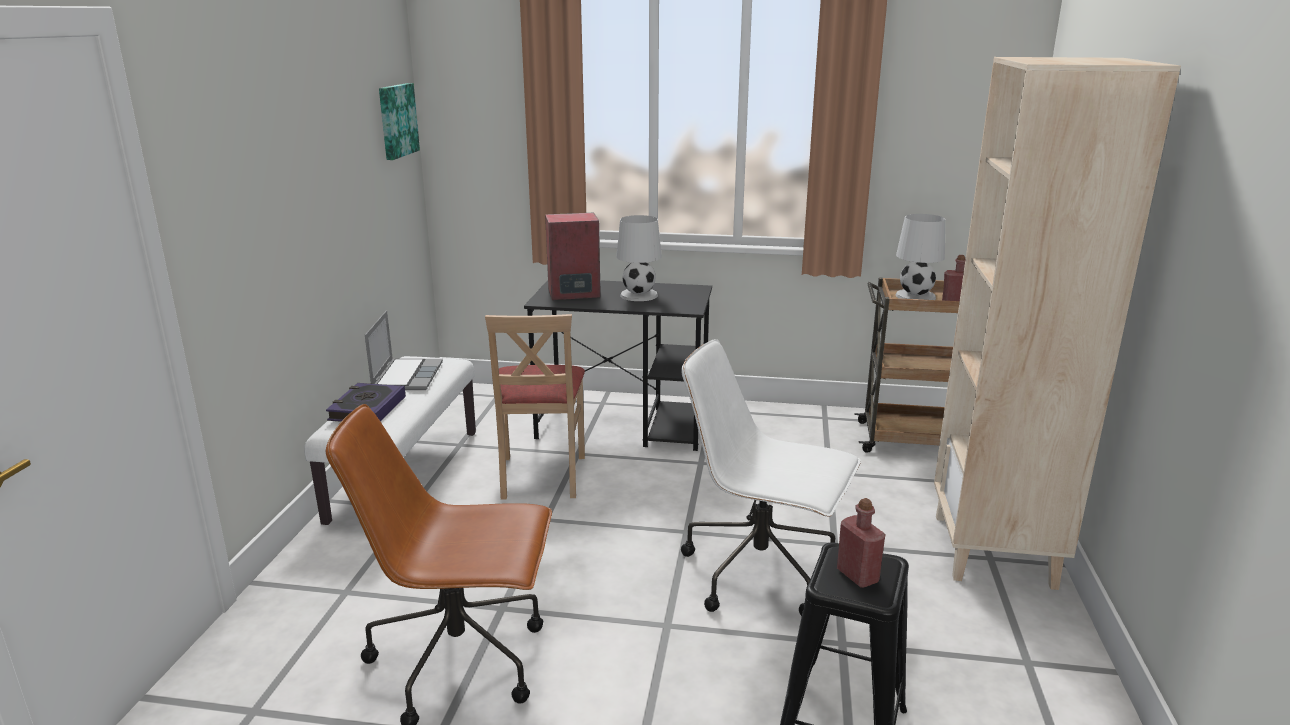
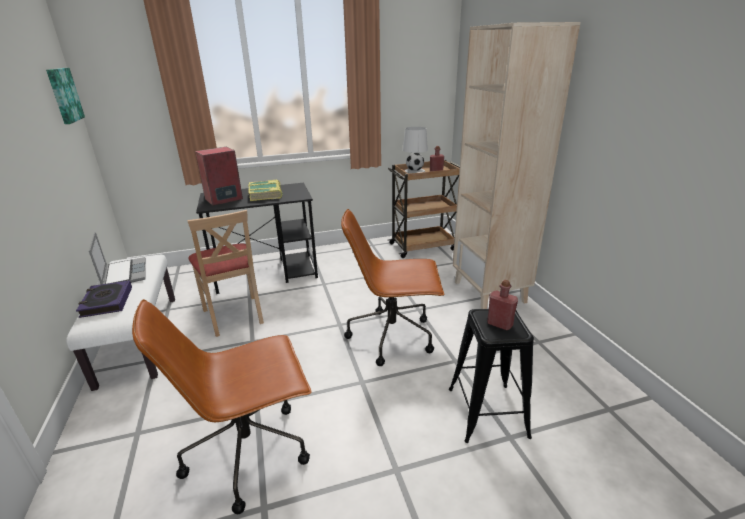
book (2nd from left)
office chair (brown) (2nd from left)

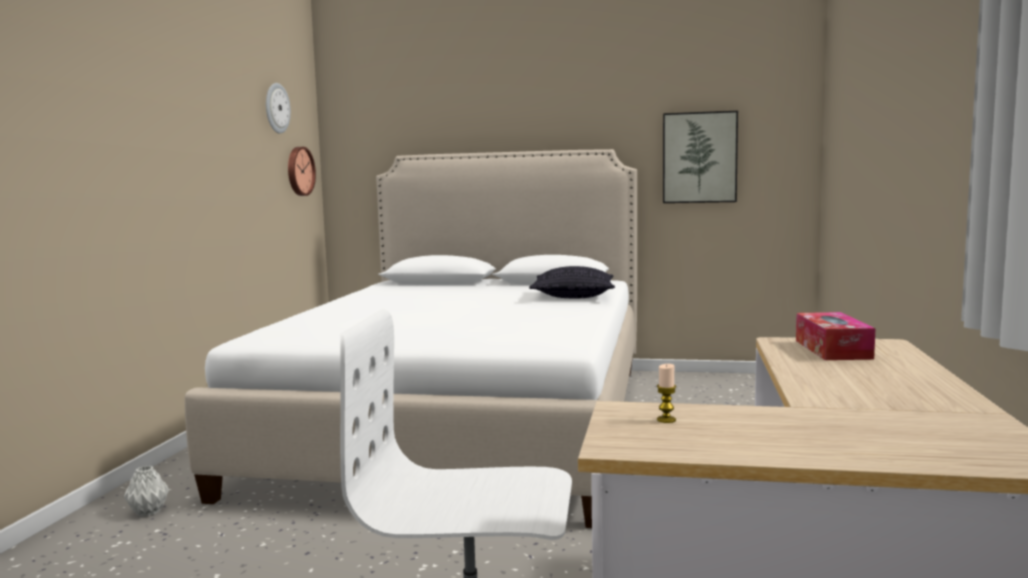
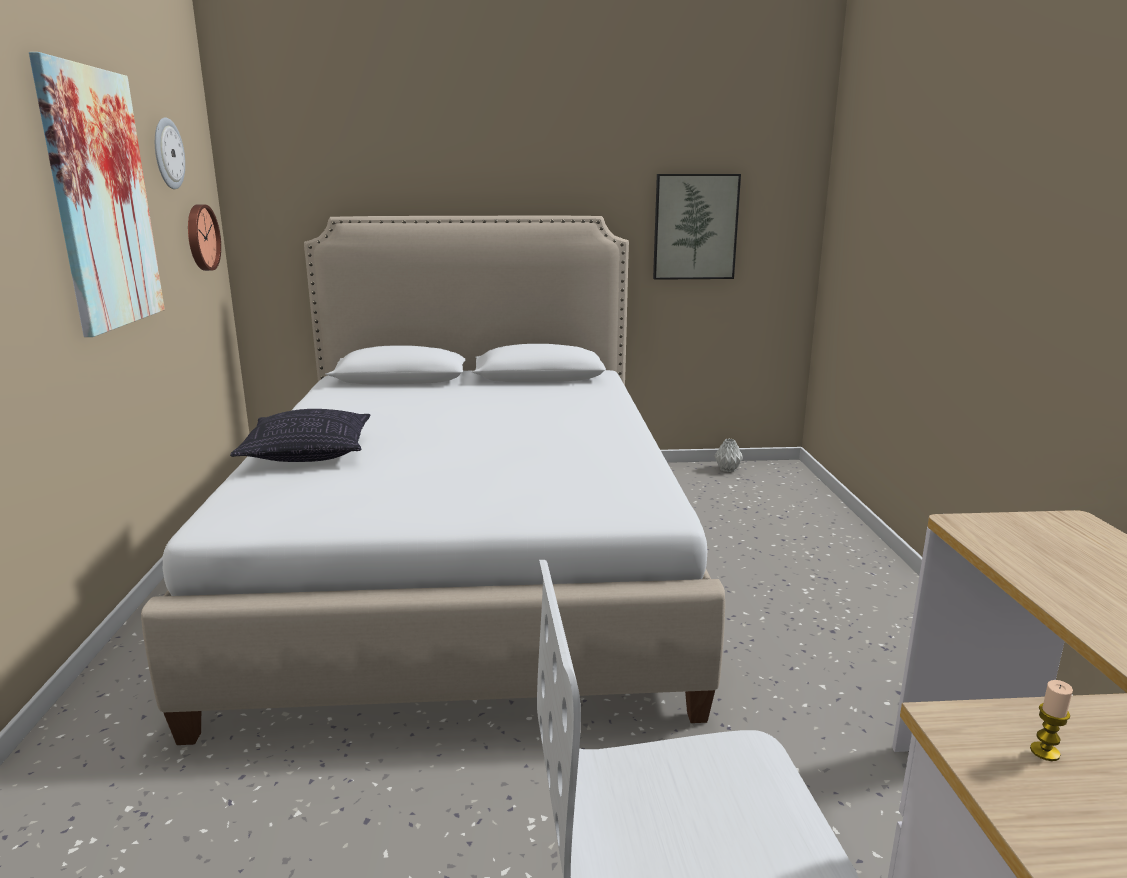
pillow
tissue box
vase (grey)
picture (1st from left)

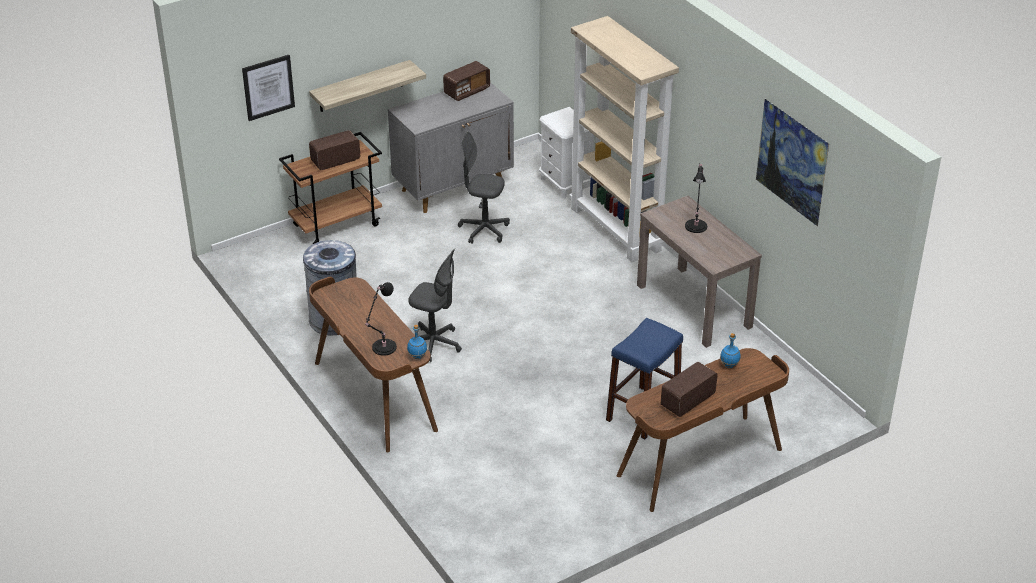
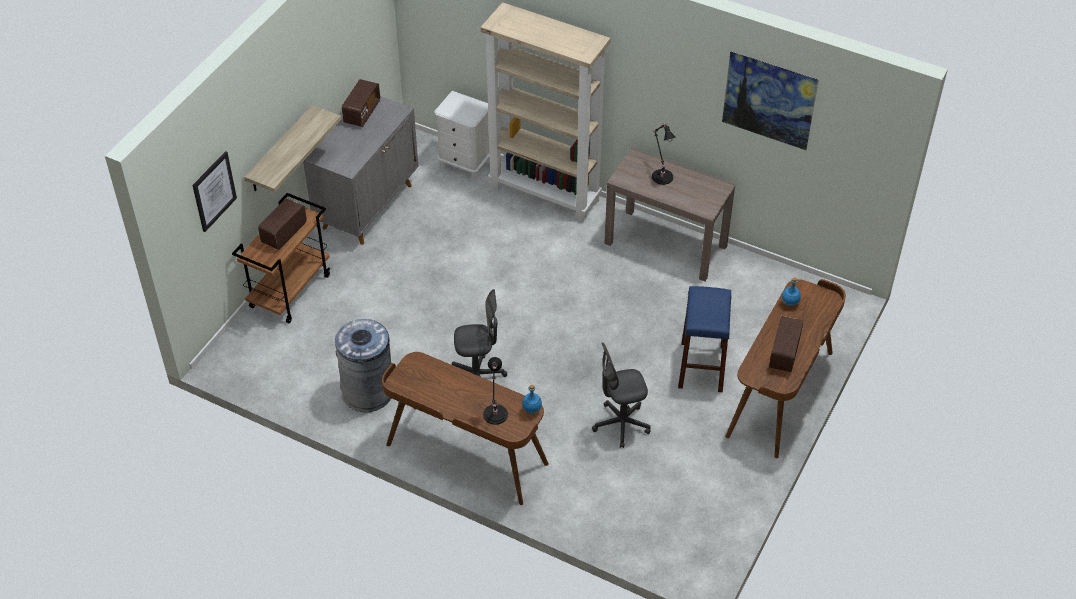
office chair (grey) (2nd from left)

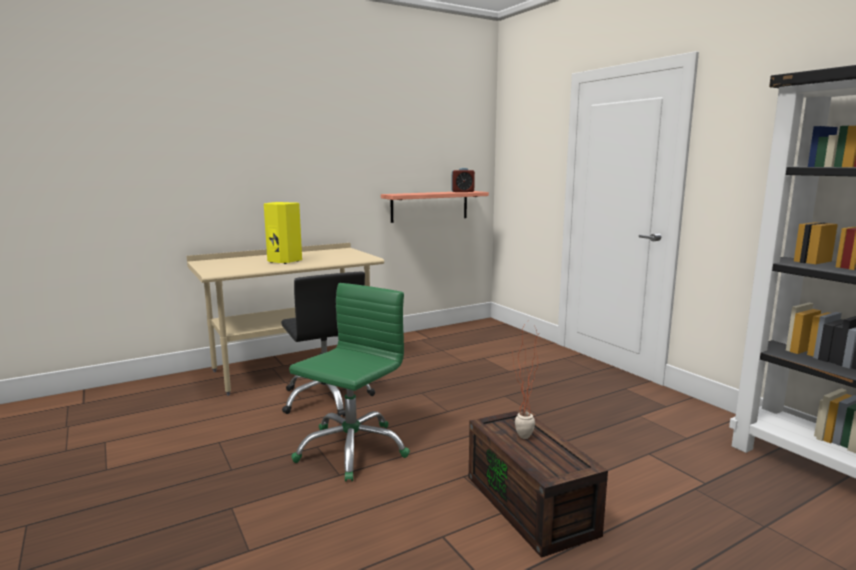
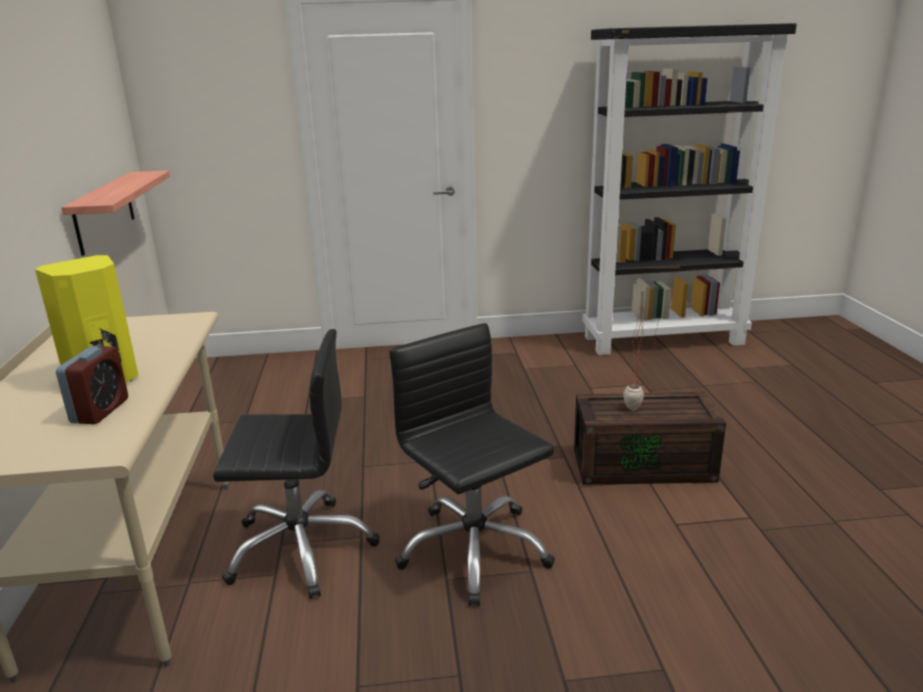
alarm clock
office chair (black) (2nd from left)

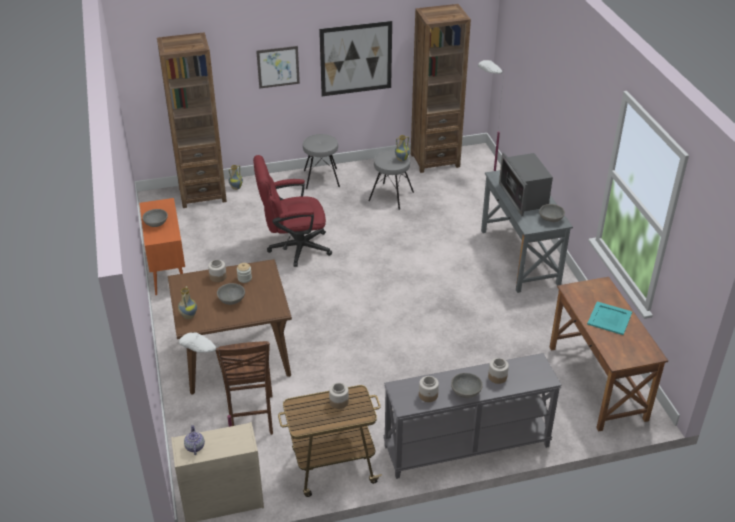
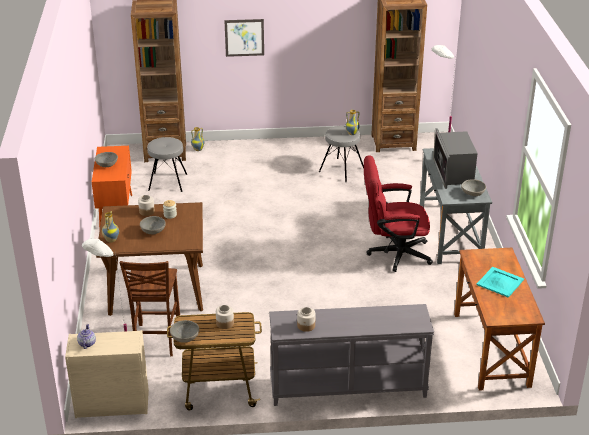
picture (2nd from left in the first image)
stool (grey) (1st from left)
office chair (red)
jar (5th from left in the first image)
bowl (grey) (3rd from left)

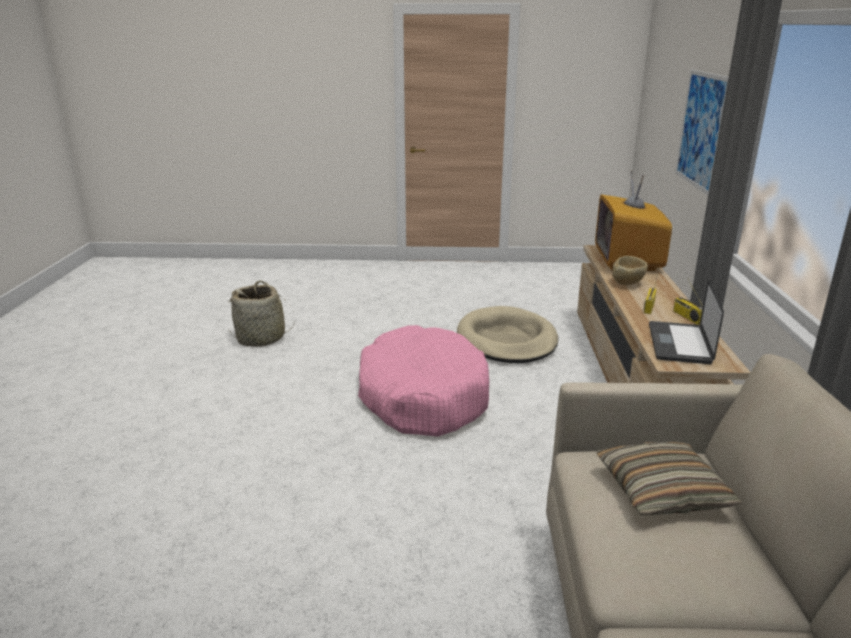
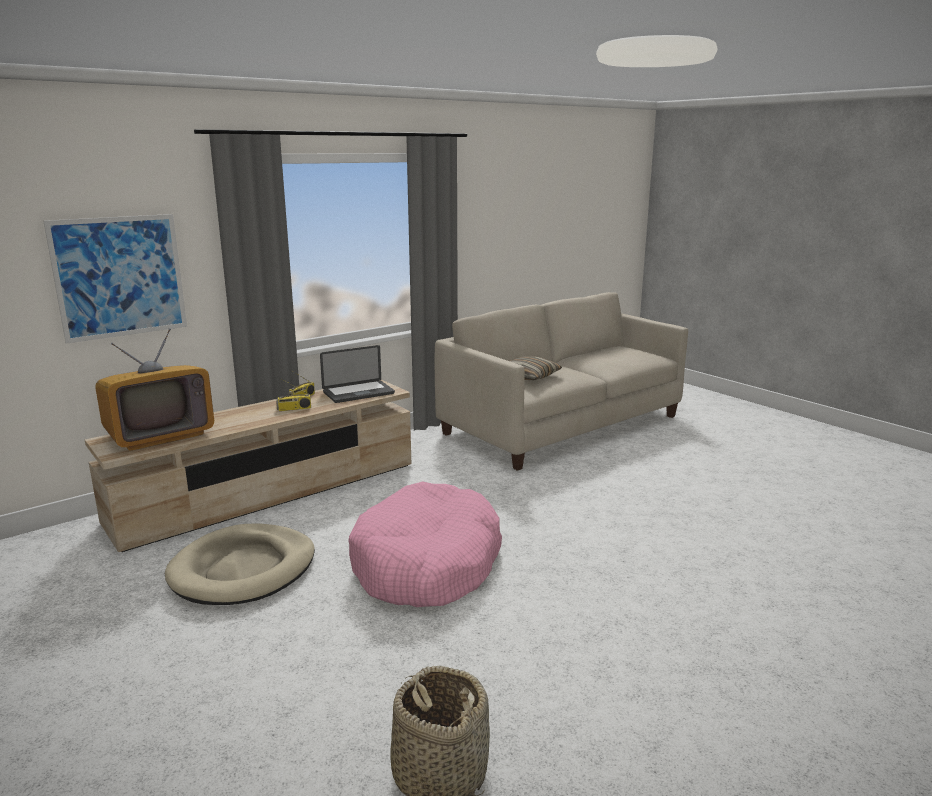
bowl (beige)

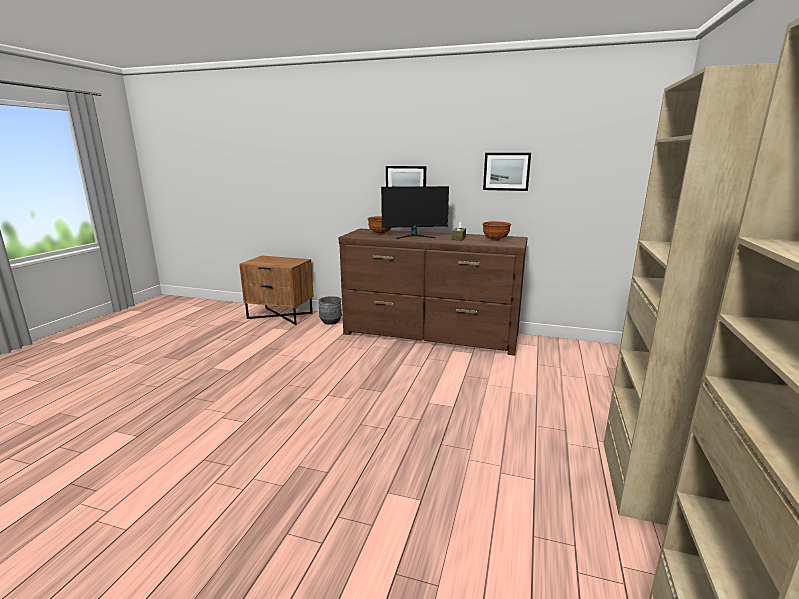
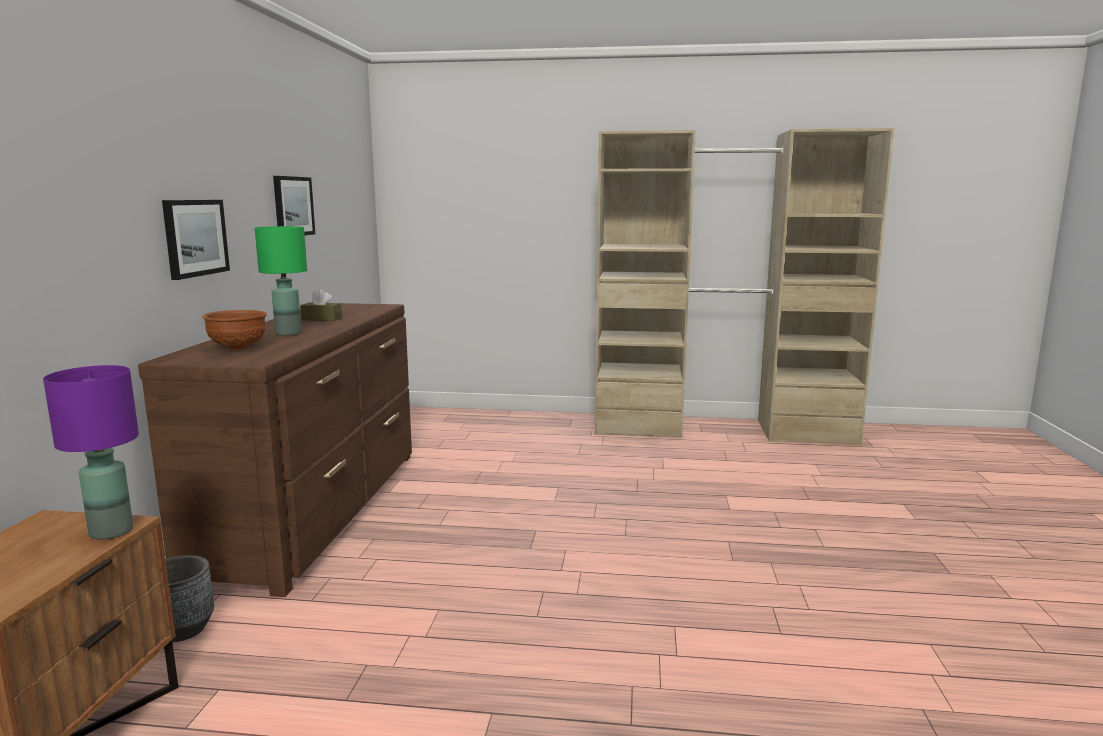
table lamp (green)
bowl (brown) (2nd from left in the first image)
table lamp (purple)

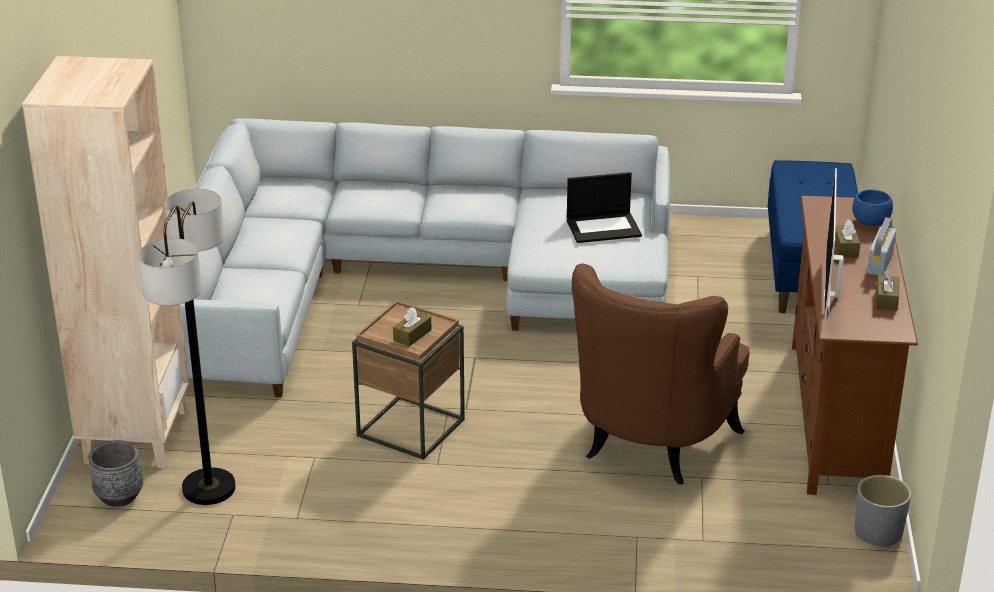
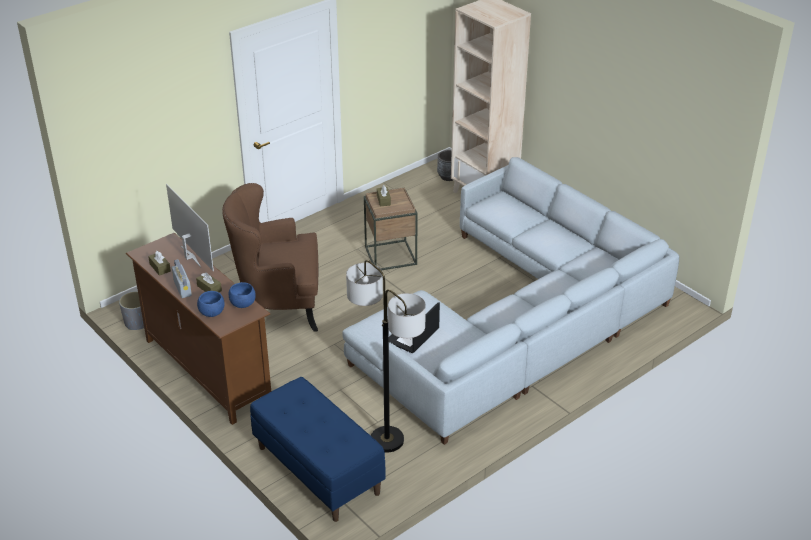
floor lamp
armchair (brown)
bowl (blue) (2nd from left)

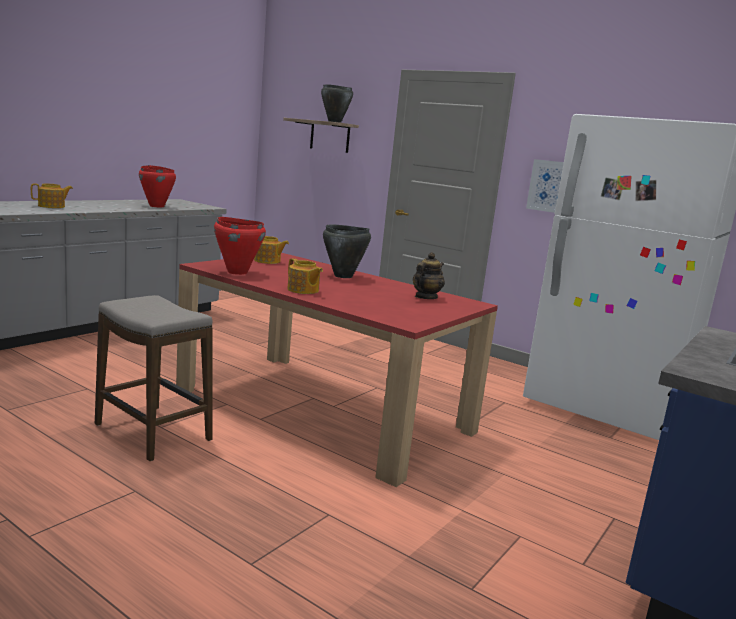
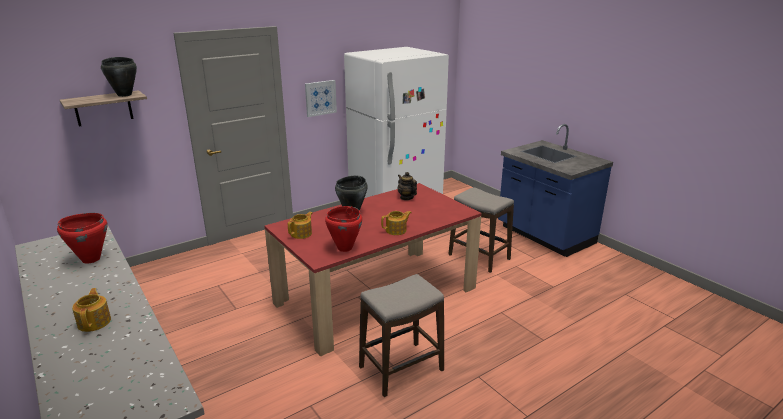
stool (2nd from left)

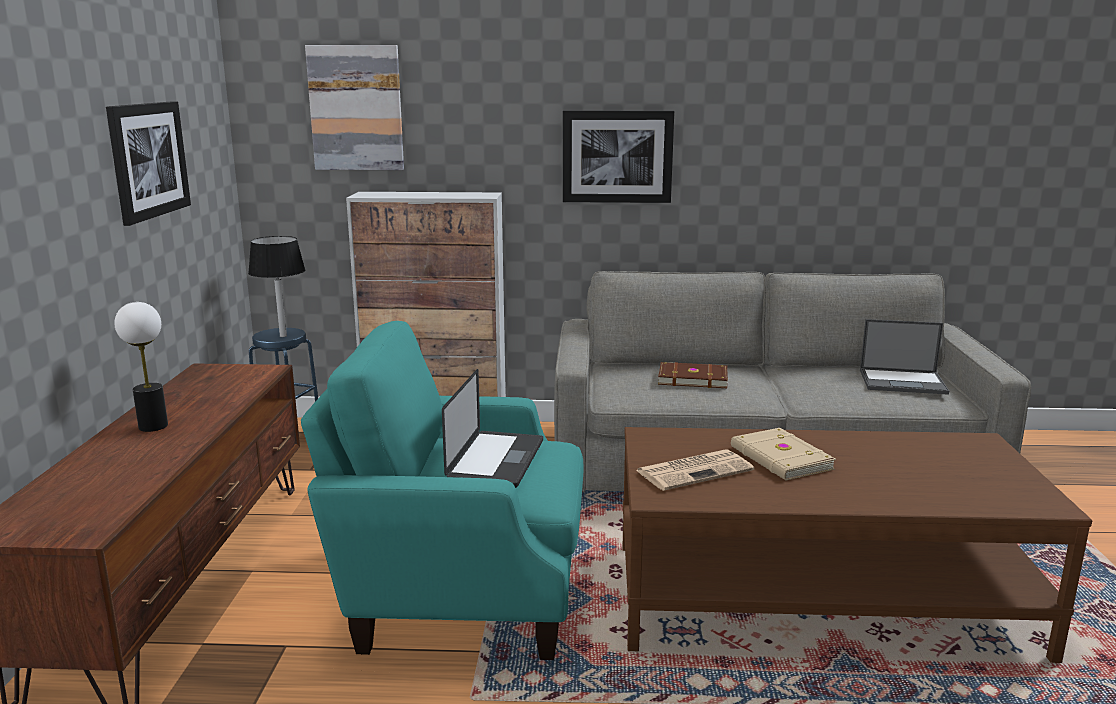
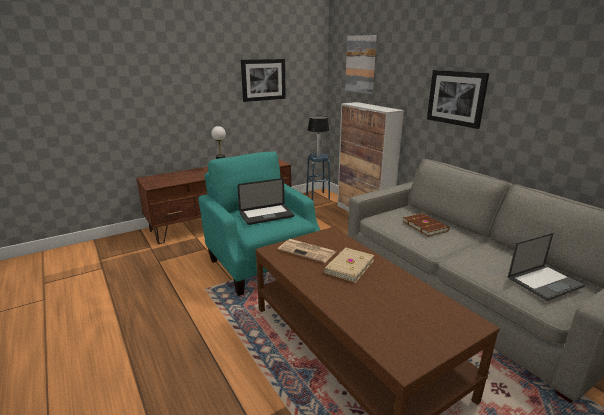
laptop (2nd from left)

